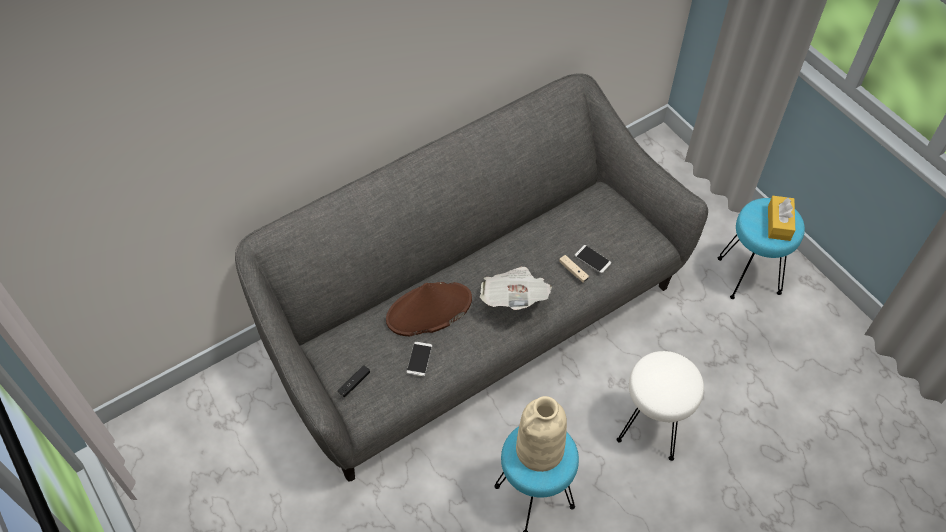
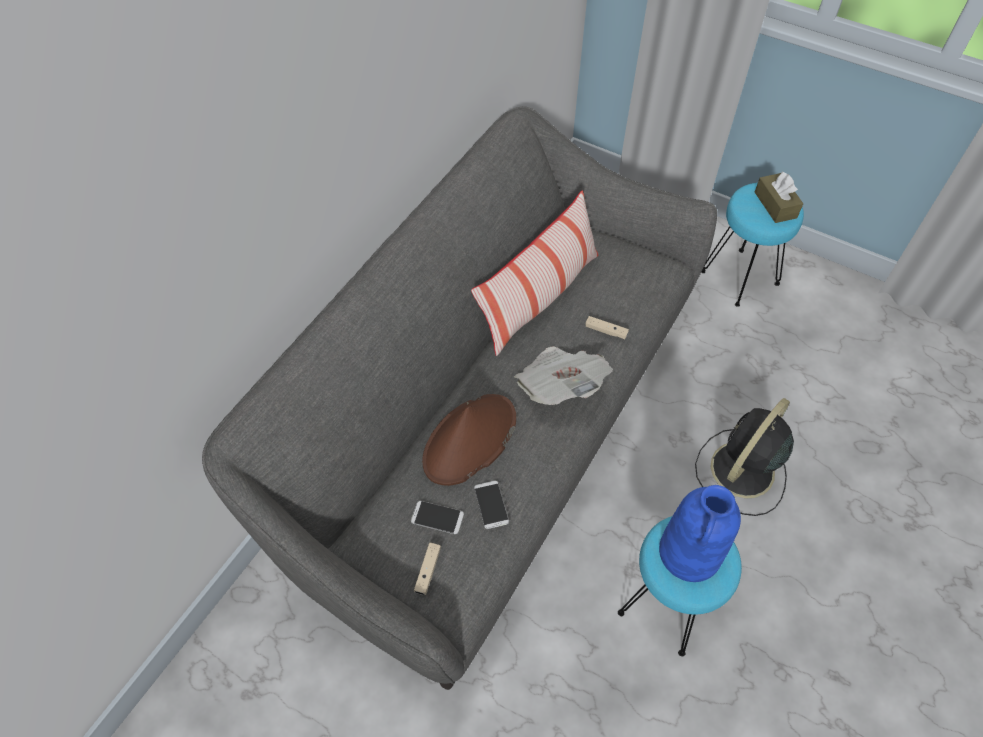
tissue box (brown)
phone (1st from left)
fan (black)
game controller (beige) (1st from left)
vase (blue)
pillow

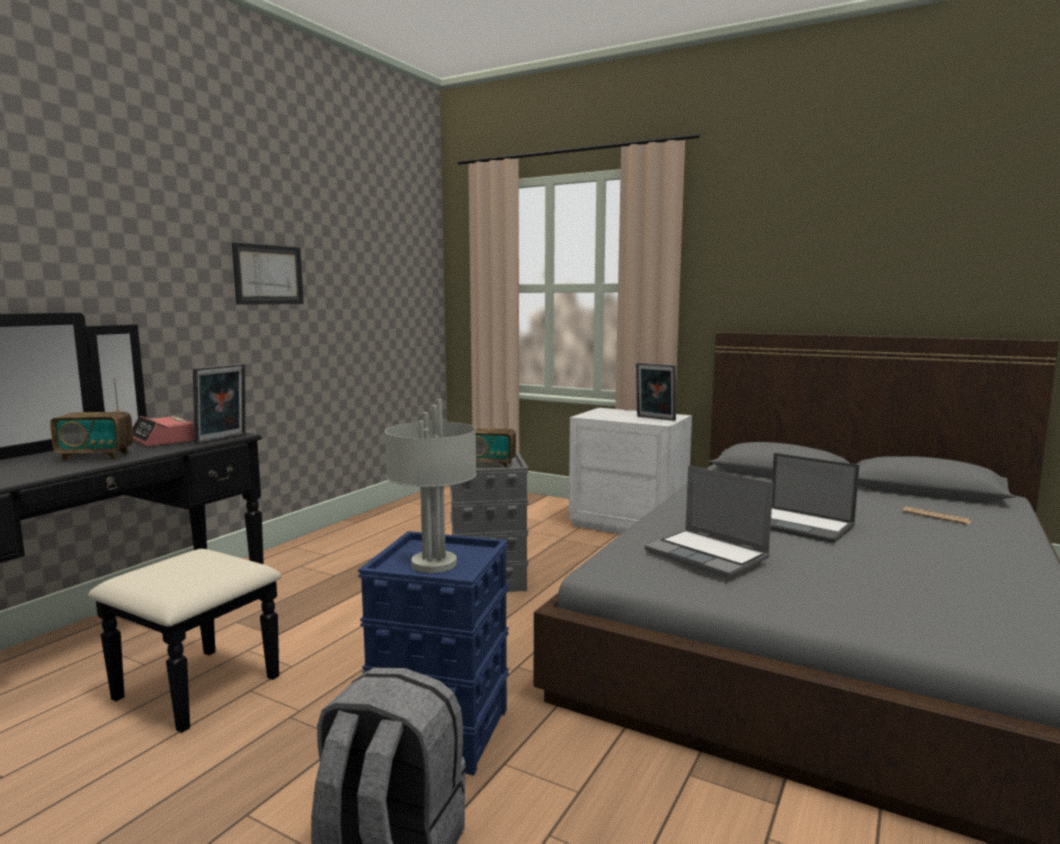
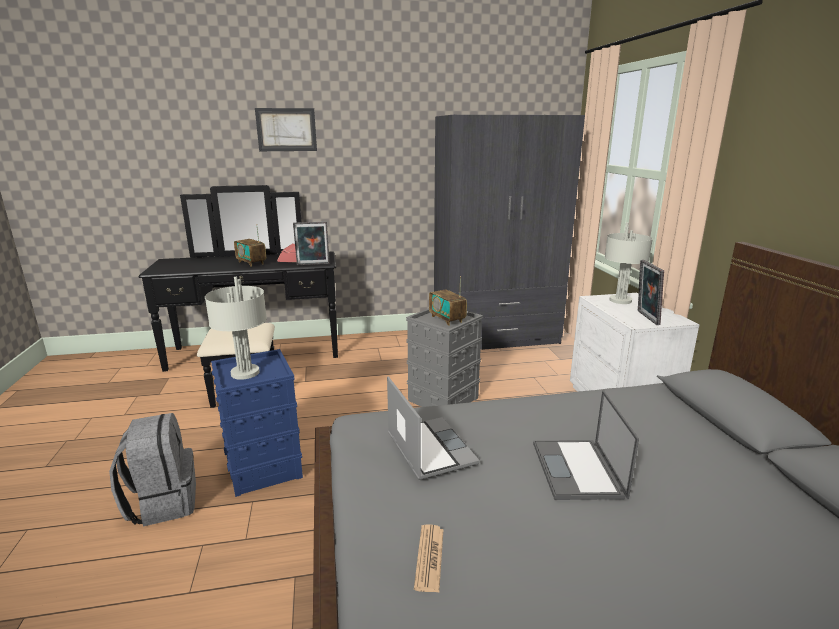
picture
laptop (1st from left)
newspaper
wardrobe (grey)
table lamp (grey) (2nd from left)

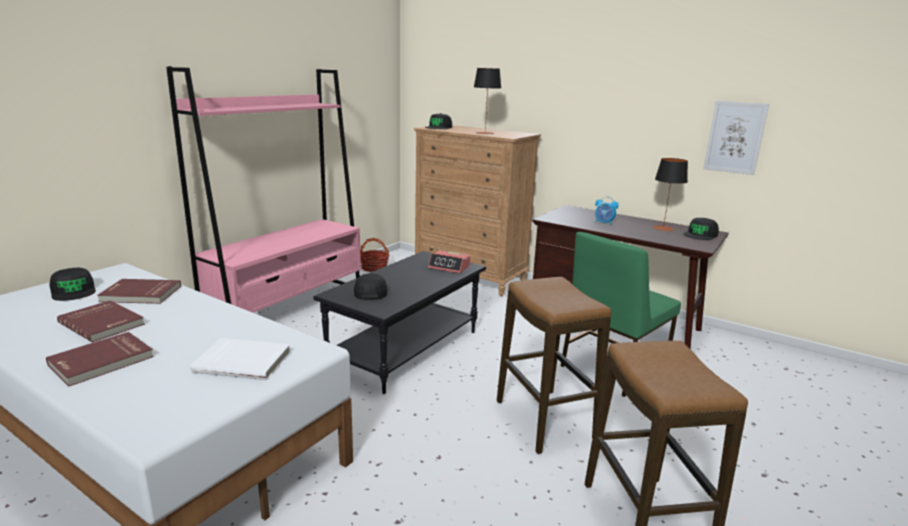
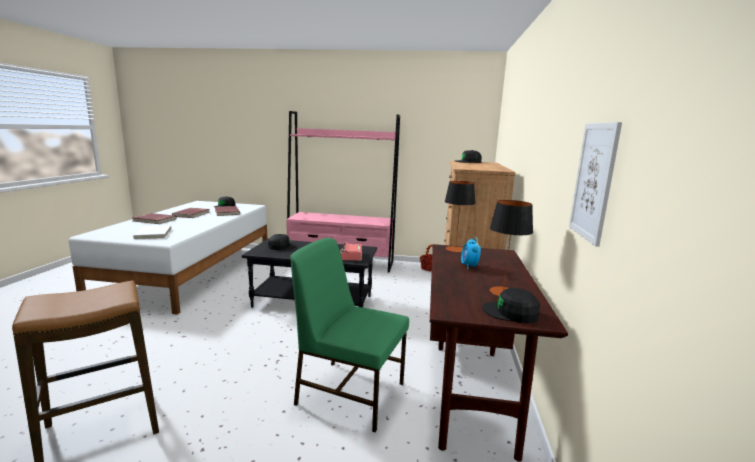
table lamp (1st from left)
stool (1st from left in the first image)

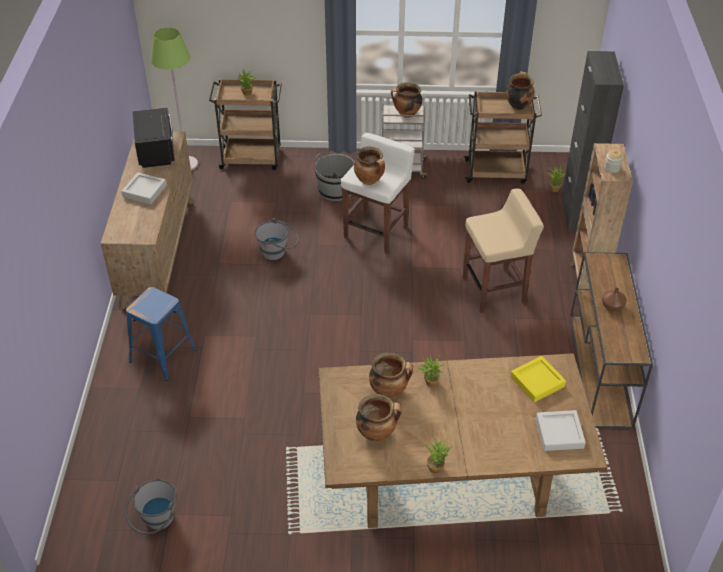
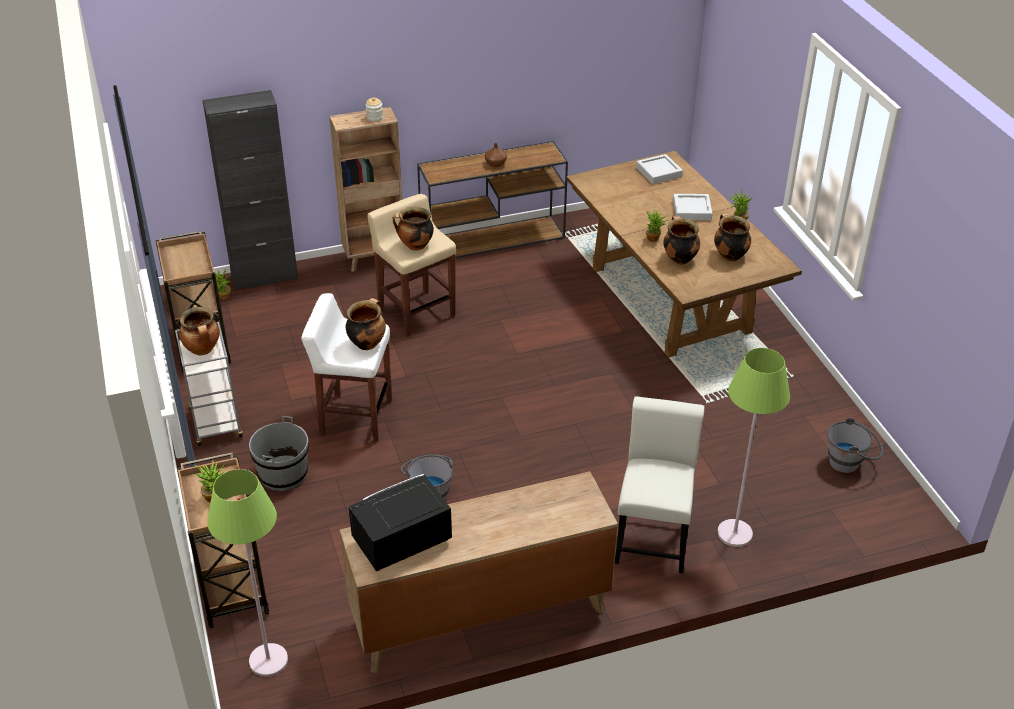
cooking pot (3rd from left)
tray (grey) (2nd from left)
chair (white)
tray (yellow)
floor lamp (green) (2nd from left)

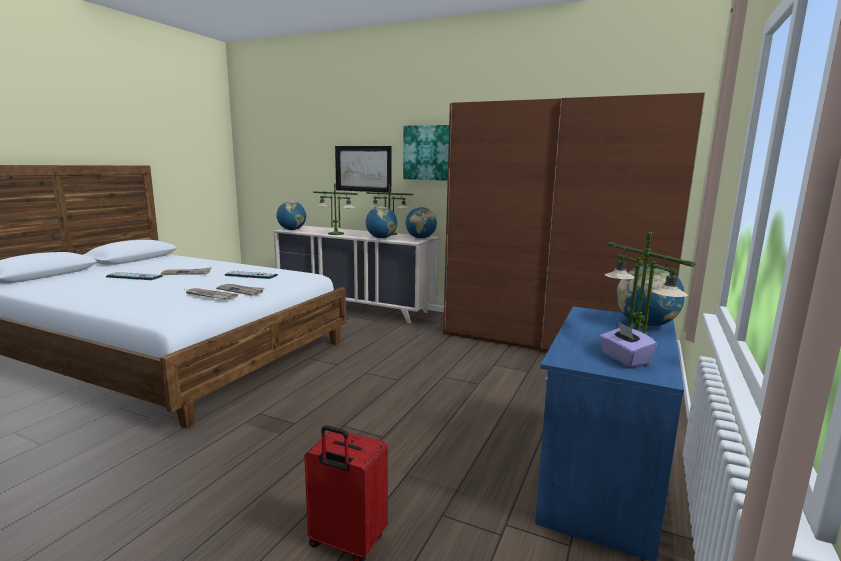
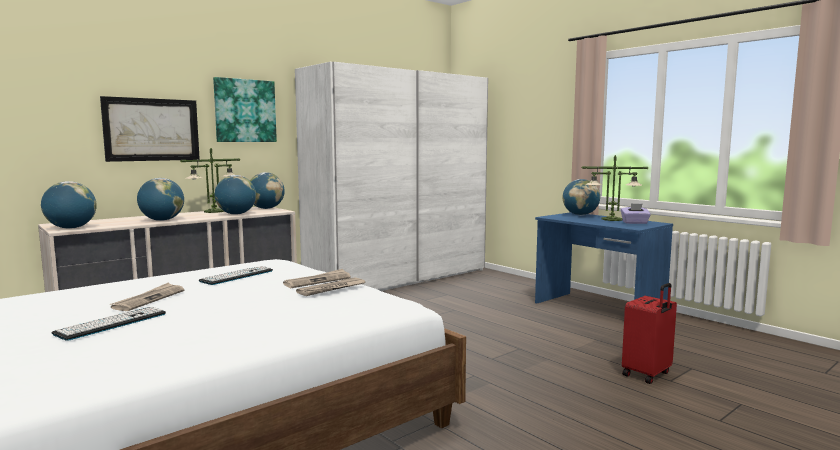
wardrobe (white)
globe (2nd from left)

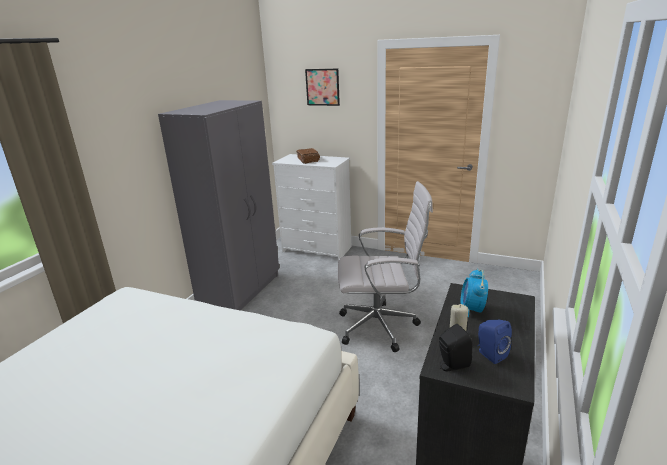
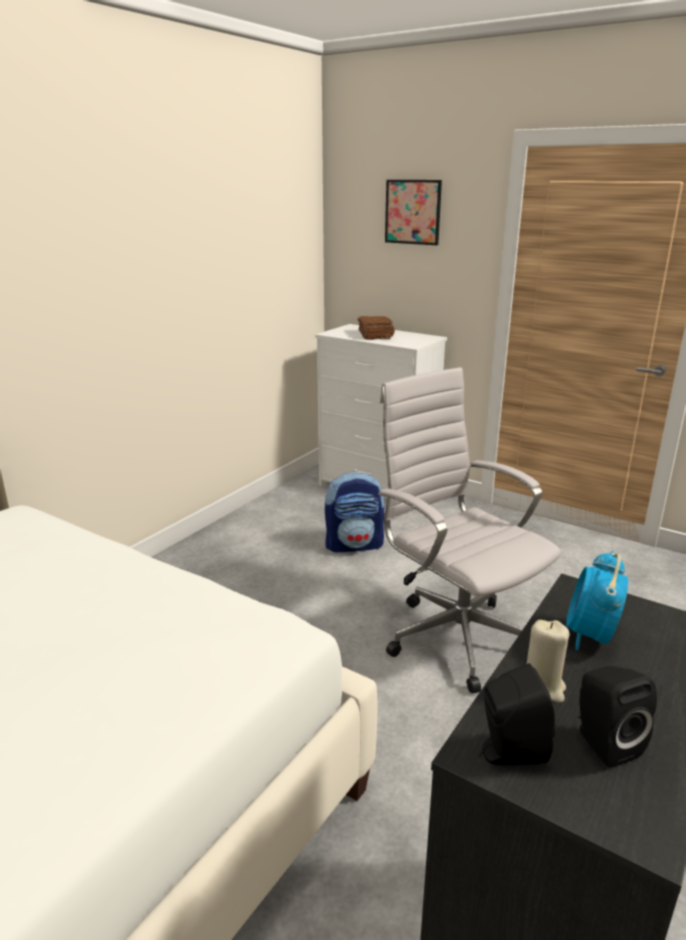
wardrobe (grey)
office chair (white)
speaker (black) (2nd from left)
backpack

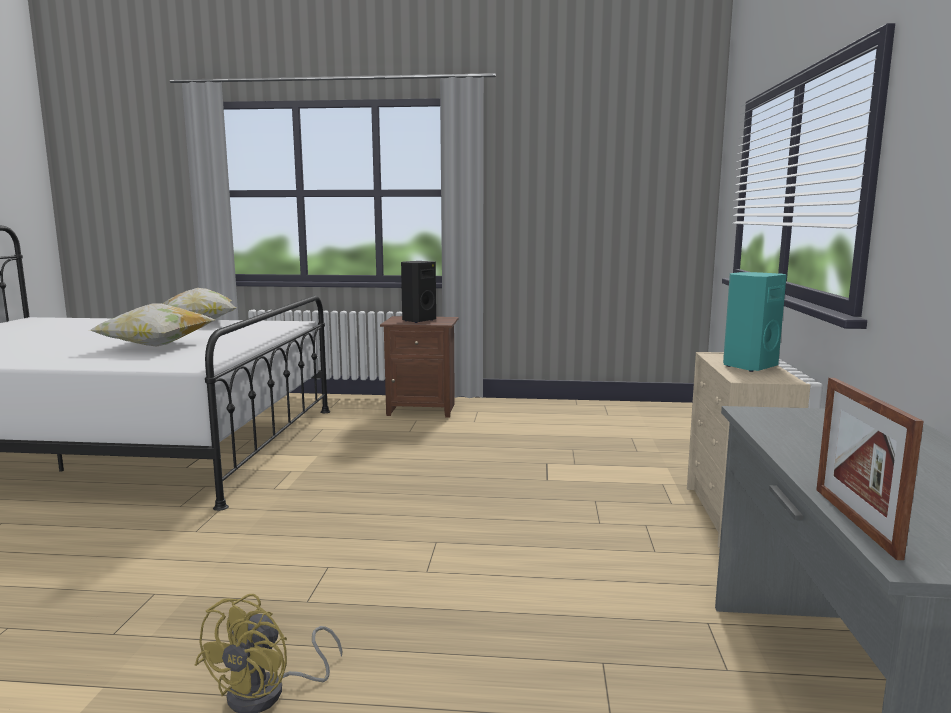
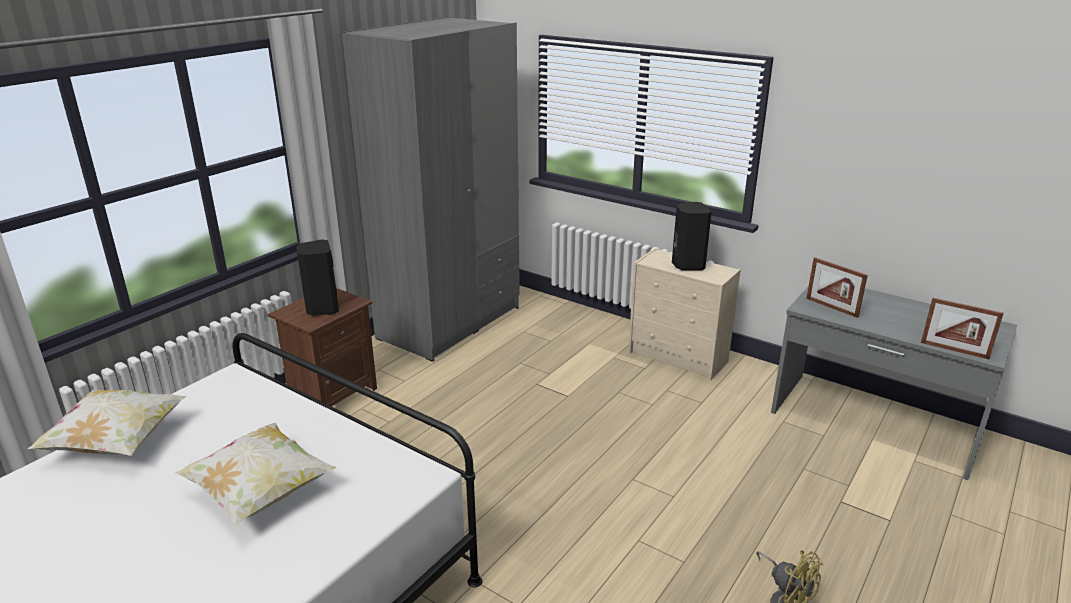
speaker (black) (2nd from left)
wardrobe (grey)
picture frame (1st from left)

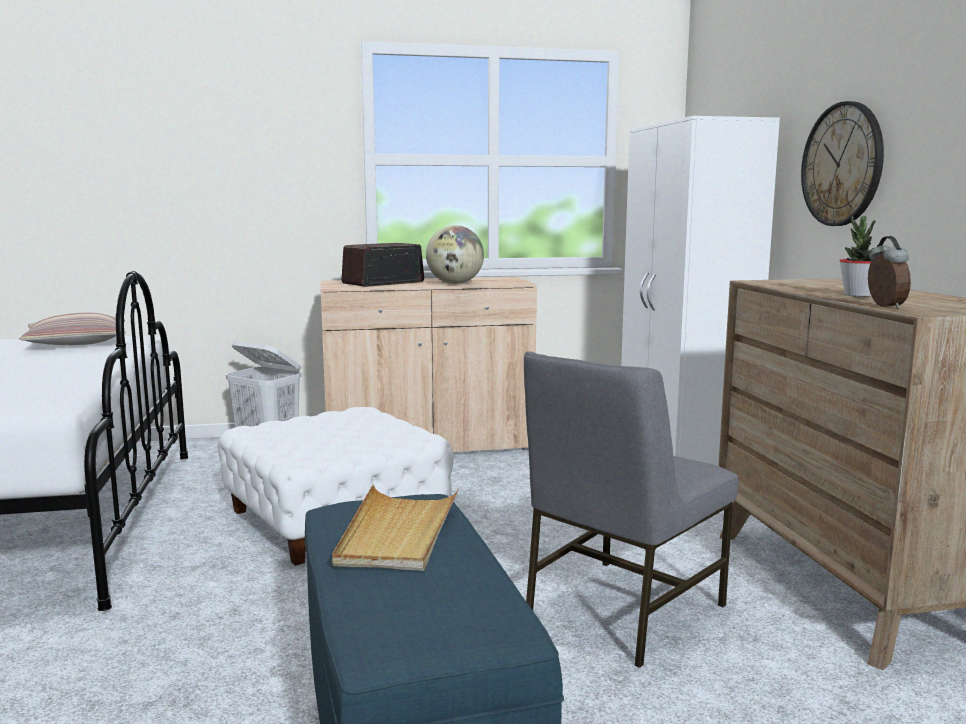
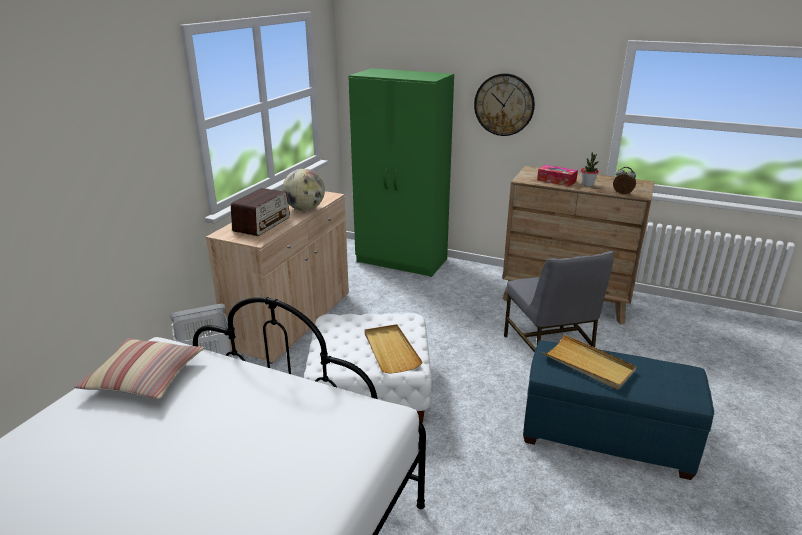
wardrobe (green)
radio
tissue box
tray (beige) (1st from left)

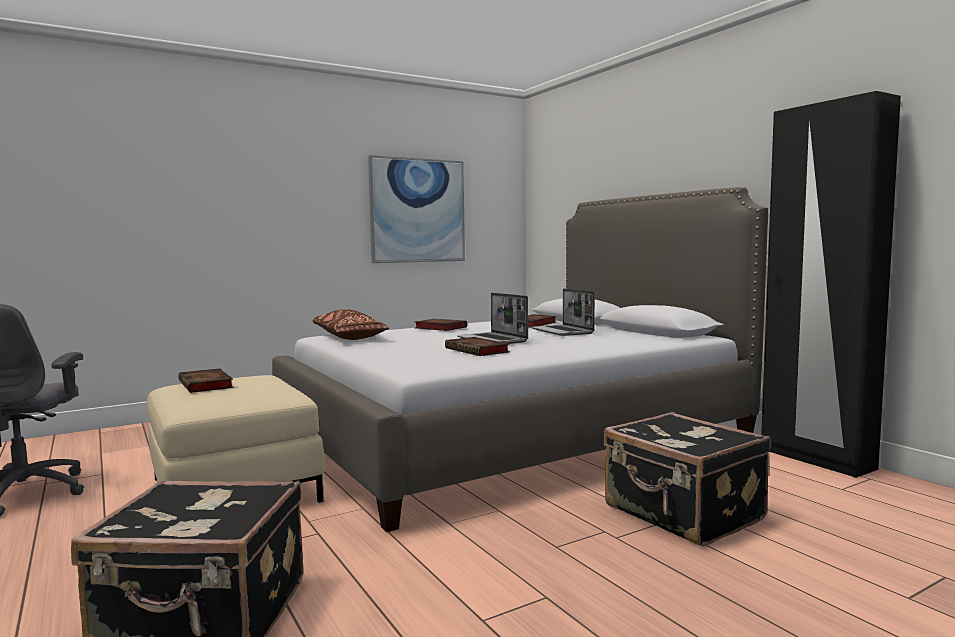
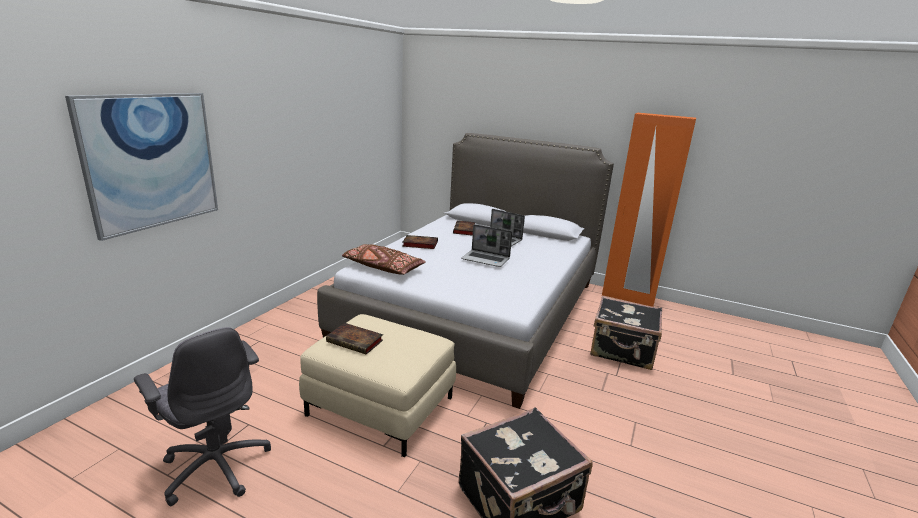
wardrobe (orange)
picture
book (3rd from left in the first image)

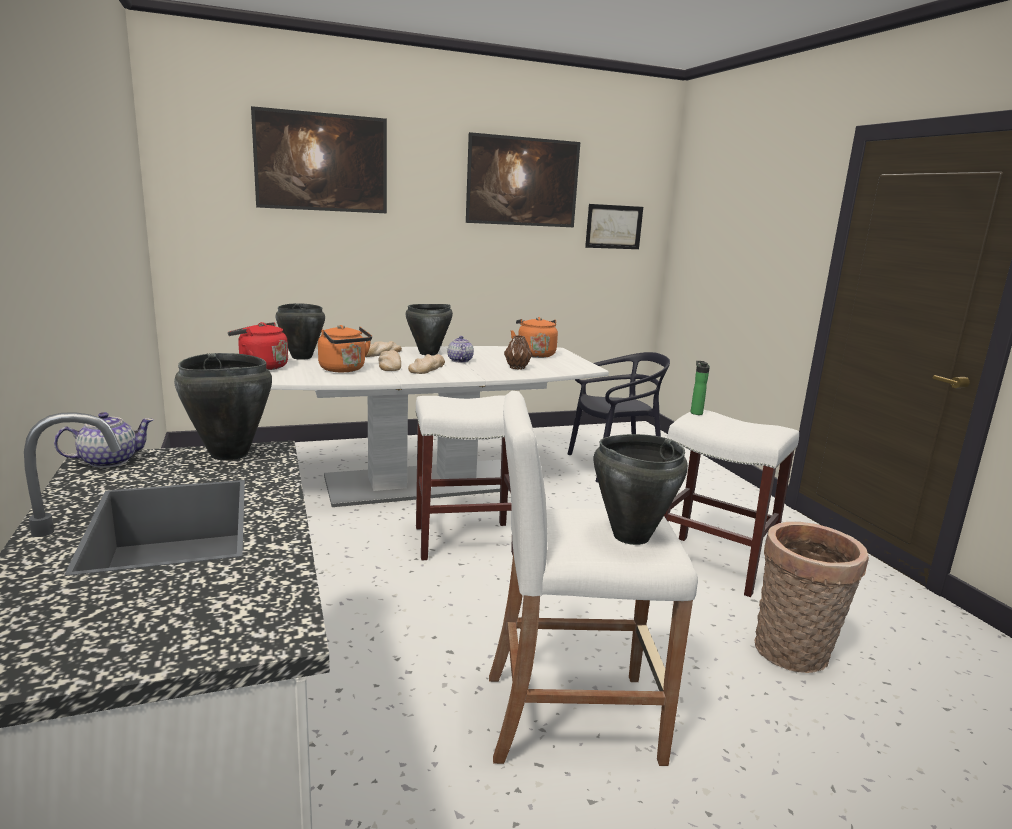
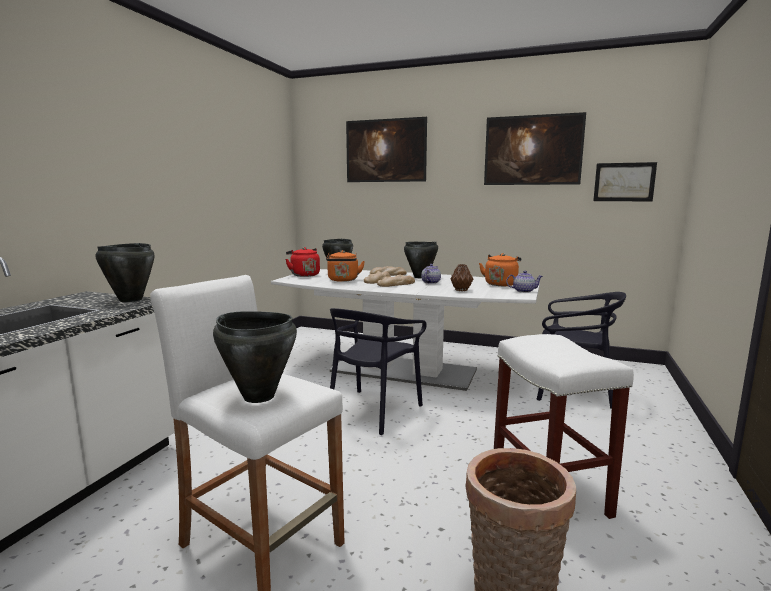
bottle
chair (black) (1st from left)
teapot (2nd from left)

